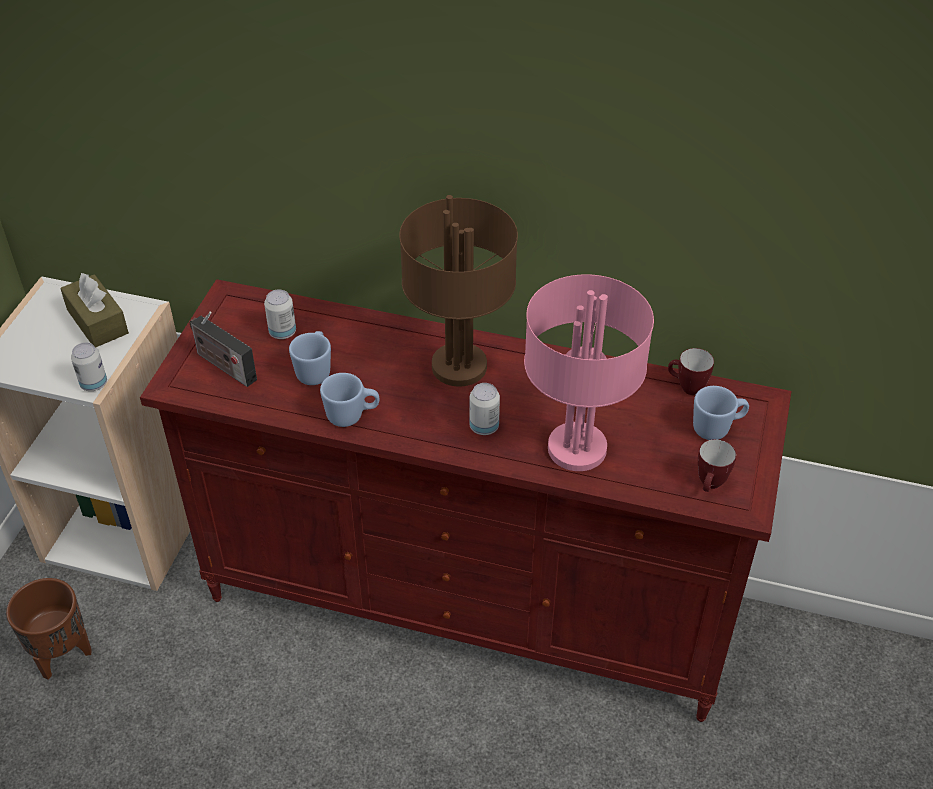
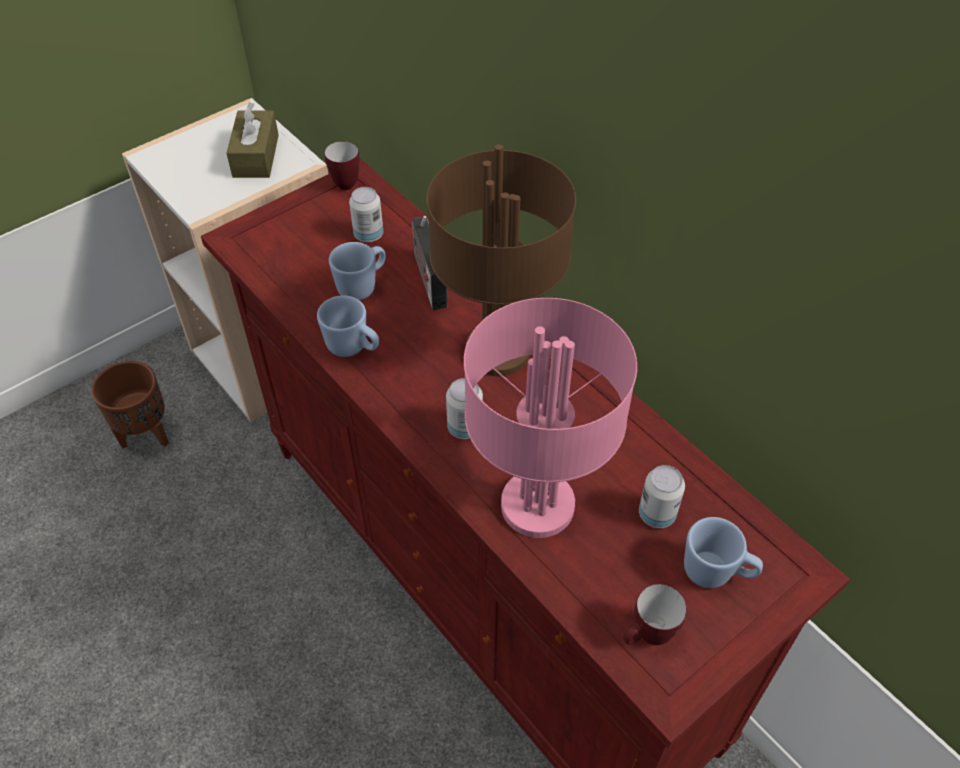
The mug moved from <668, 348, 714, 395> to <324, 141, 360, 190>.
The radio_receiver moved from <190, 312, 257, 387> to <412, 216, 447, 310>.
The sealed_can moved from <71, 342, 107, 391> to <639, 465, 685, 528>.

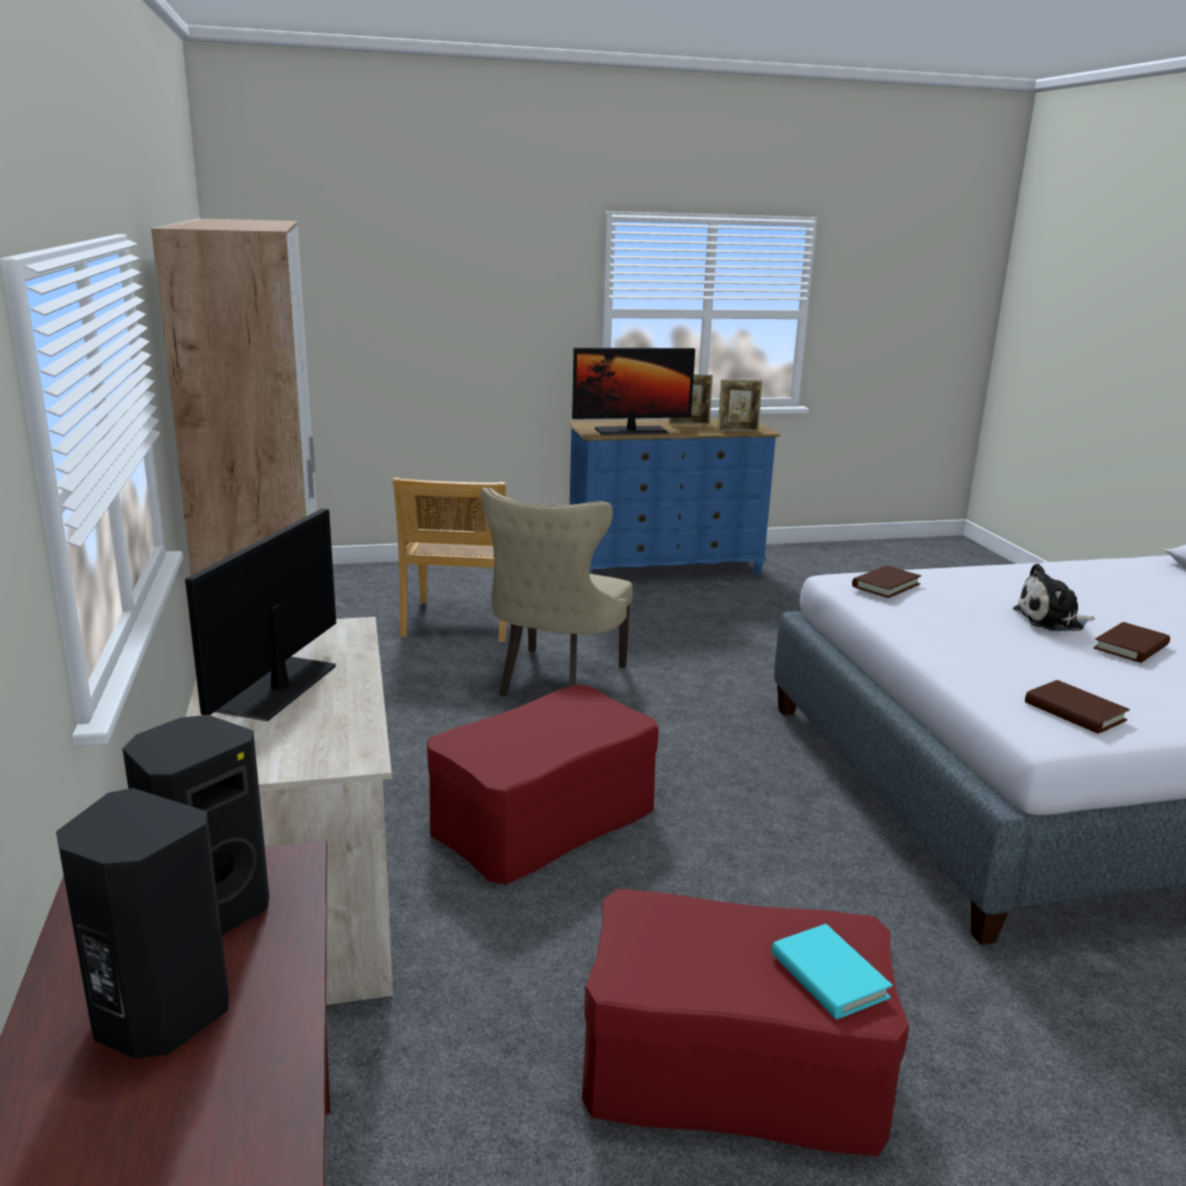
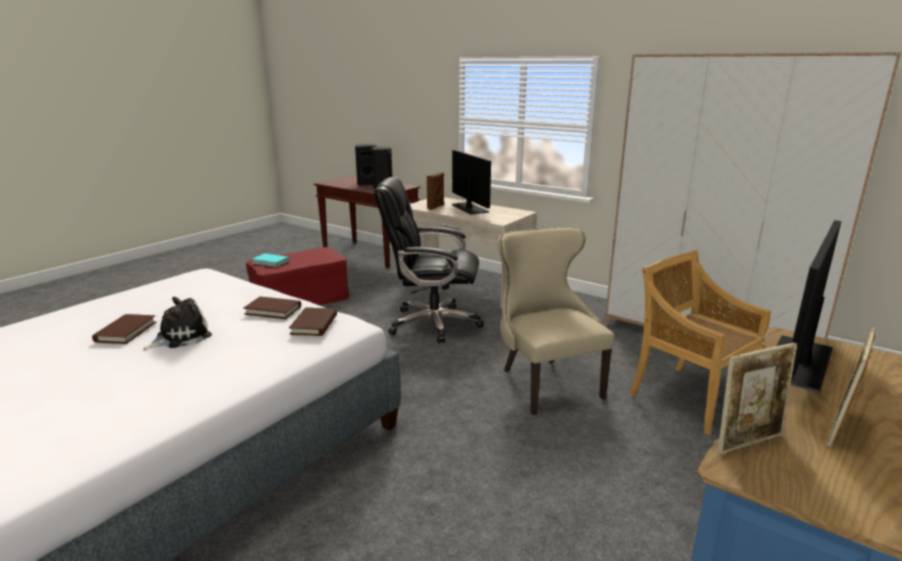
The brownish_bound_book moved from <1025, 680, 1130, 734> to <243, 297, 301, 319>.
The red_ottoman at <427, 684, 658, 885> was replaced by the blackish_computer_chair at <374, 177, 484, 343>.
The brownish_speaker at <427, 172, 444, 210> appeared.
The picture_frame at <718, 379, 763, 432> turned 150 degrees counterclockwise.

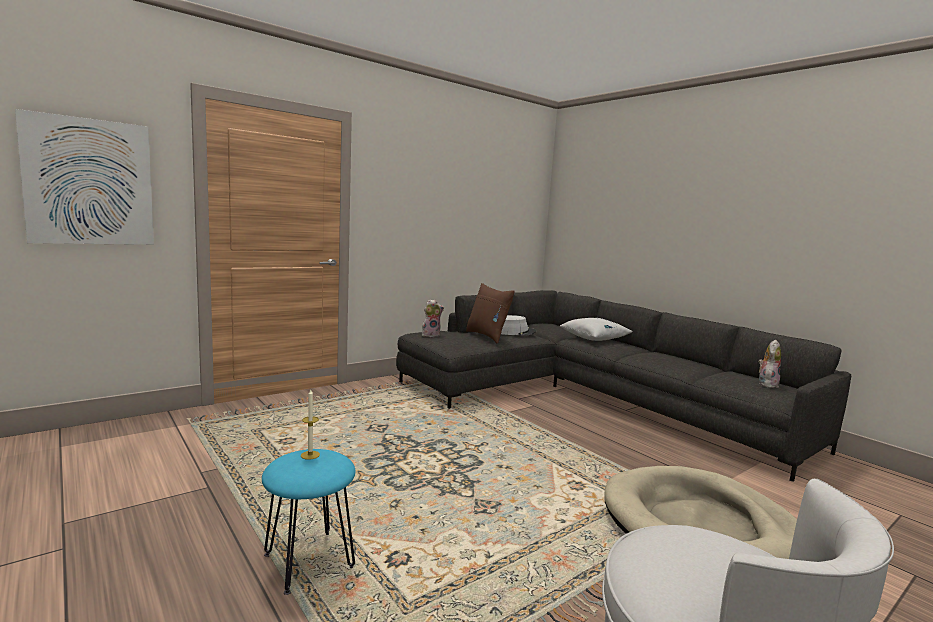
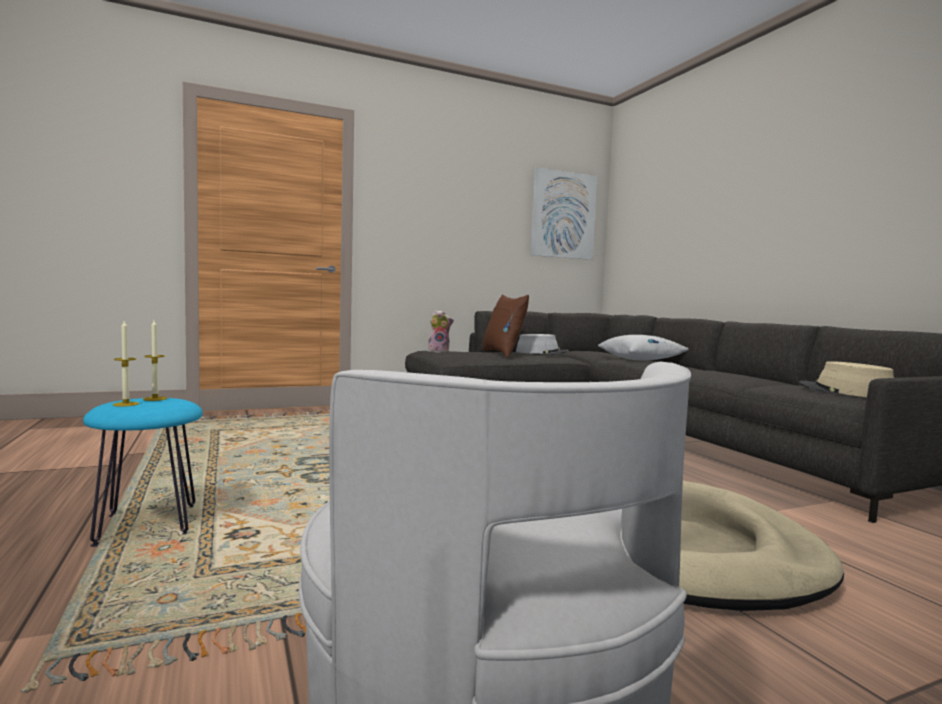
The wax_candle at <113, 321, 139, 407> appeared.
The wall_art moved from <15, 109, 154, 245> to <531, 167, 597, 260>.
The soft_toy at <758, 340, 781, 388> was replaced by the beige-coloured_clothing_hat at <799, 361, 894, 397>.

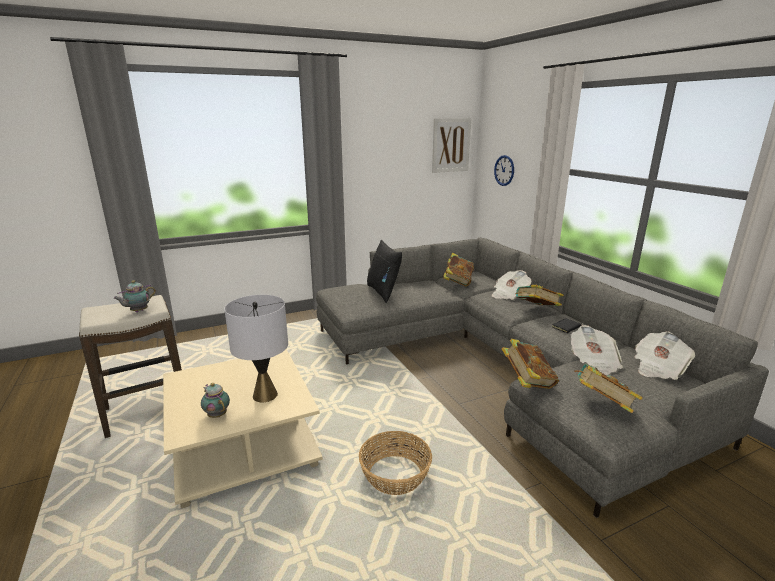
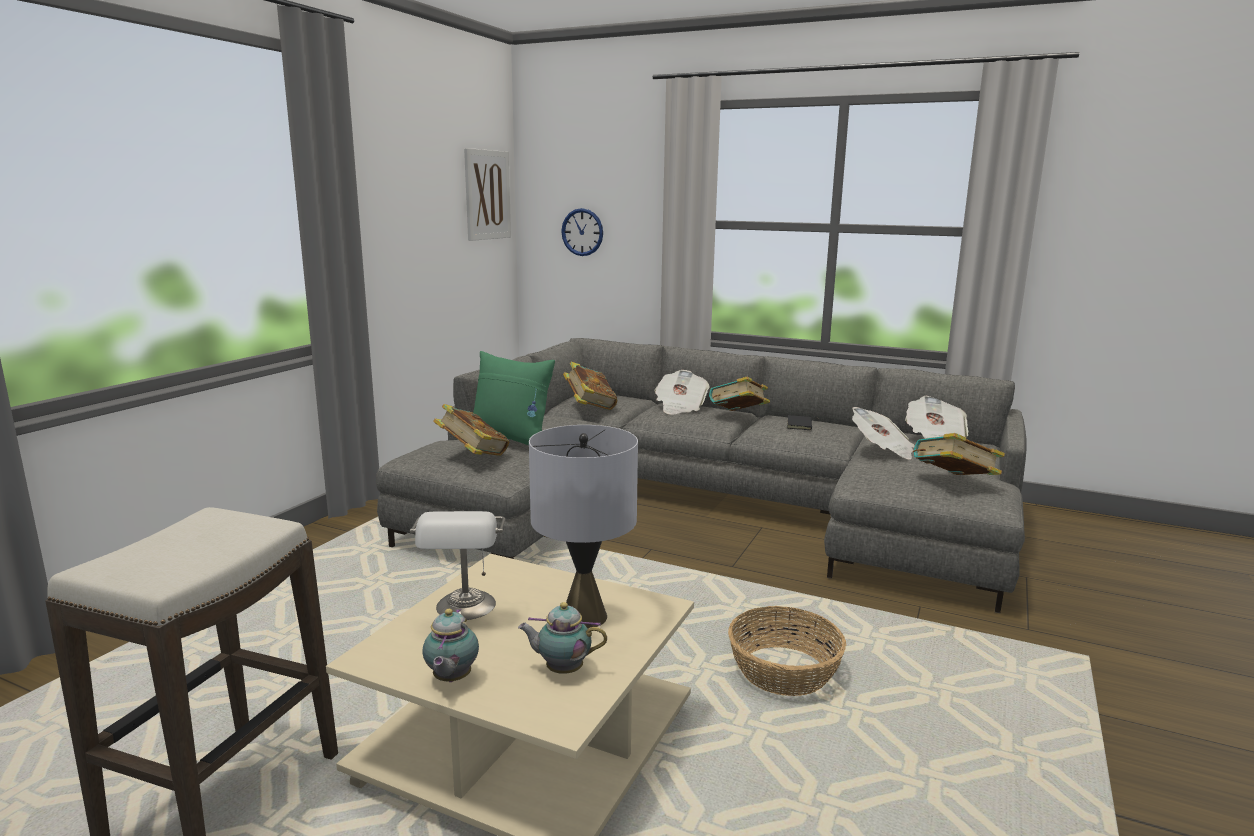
The white_table_lamp at <410, 511, 506, 620> appeared.
The teapot moved from <113, 280, 156, 312> to <423, 609, 479, 682>.
The bound_book moved from <502, 339, 559, 389> to <433, 404, 509, 456>.
The blackish_pillow at <367, 240, 402, 303> became the greenish_pillow at <473, 351, 555, 446>.

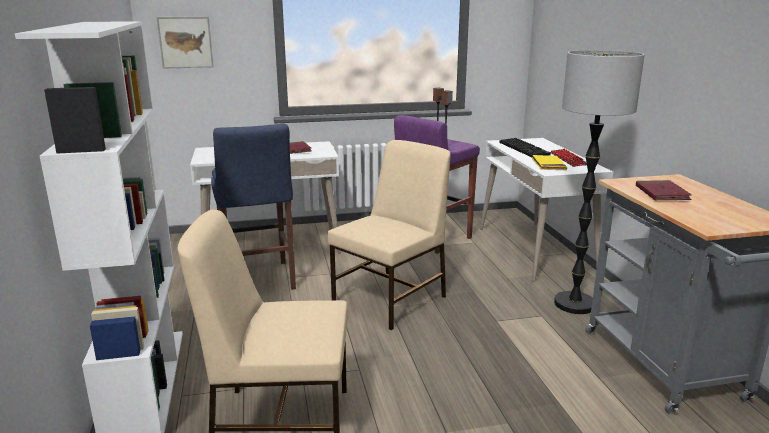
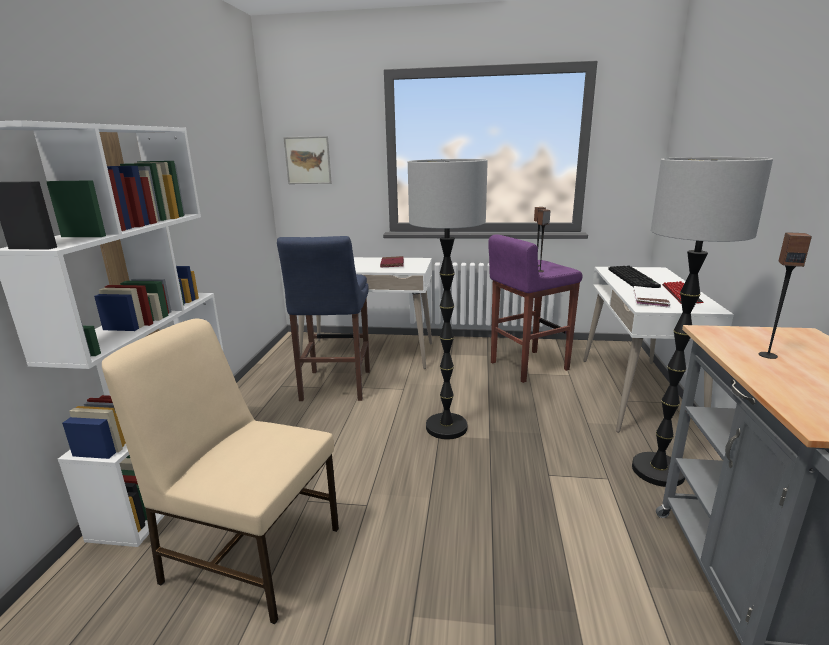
The beige-coloured_chair at <328, 140, 450, 330> was replaced by the floor_lamp at <408, 159, 488, 439>.
The yellow-coloured_bound_book at <532, 155, 567, 171> became the white_bound_book at <633, 286, 670, 308>.
The red_bound_book at <636, 180, 692, 201> was replaced by the speaker at <759, 232, 812, 359>.

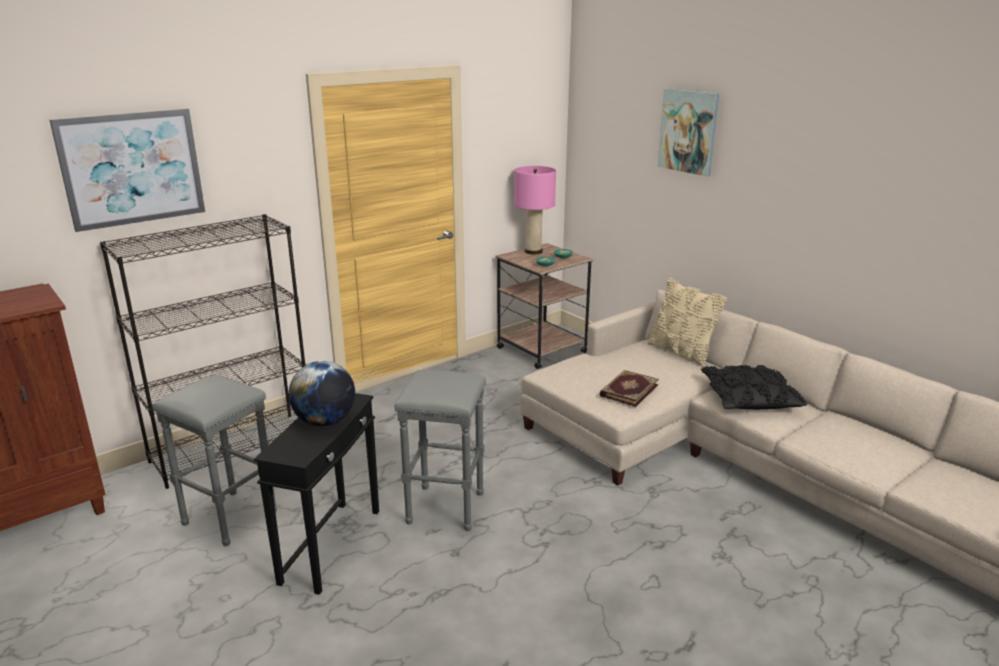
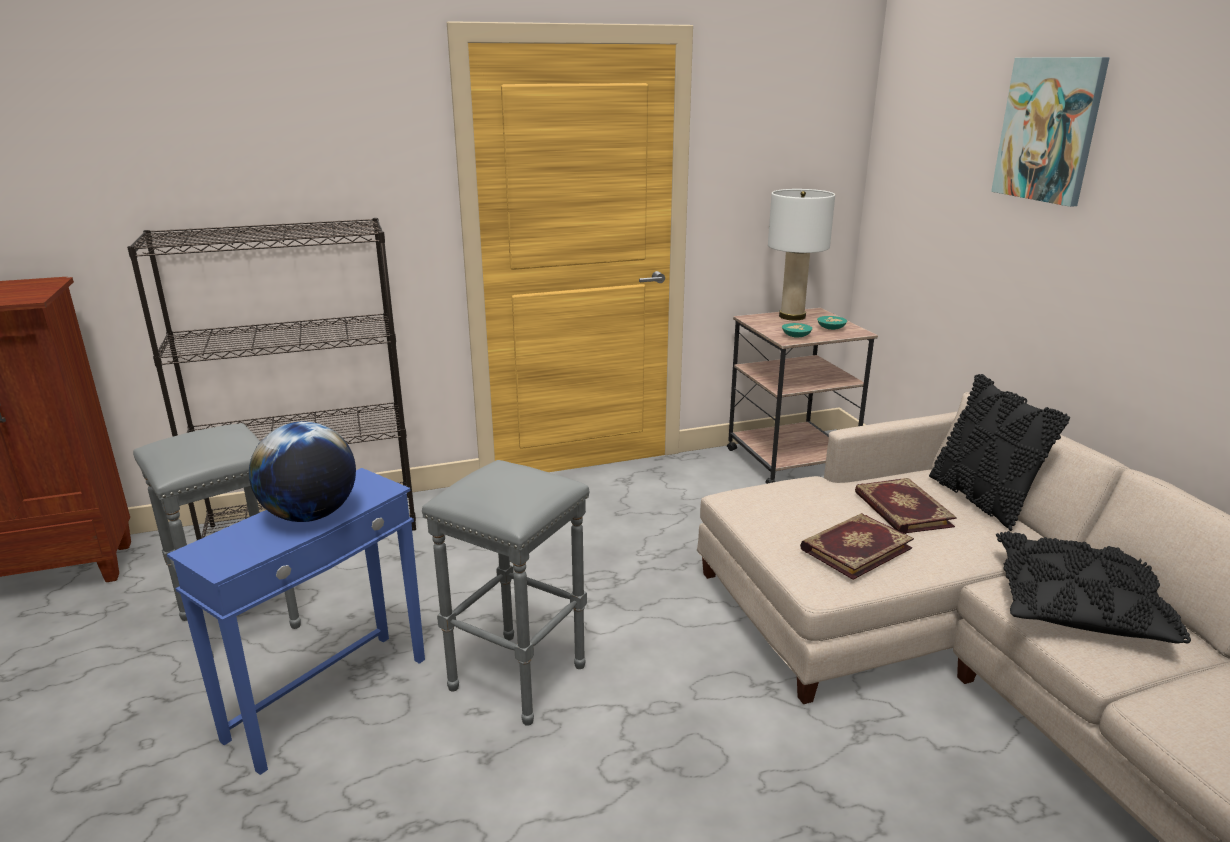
The blackish_end_table at <254, 393, 379, 595> became the blue-coloured_end_table at <167, 468, 425, 775>.
The pink-coloured_table_lamp at <514, 166, 556, 254> became the white_table_lamp at <768, 189, 835, 320>.
The bound_book at <855, 478, 957, 534> appeared.
The beige-coloured_pillow at <648, 278, 727, 367> became the blackish_pillow at <929, 374, 1070, 531>.
The wall_art at <50, 109, 205, 232> disappeared.

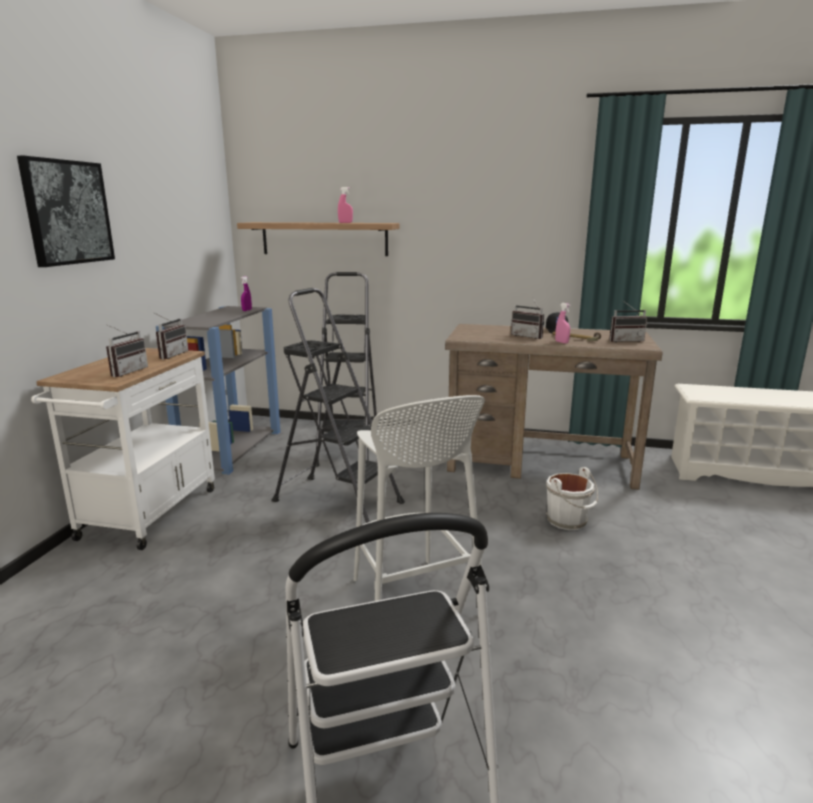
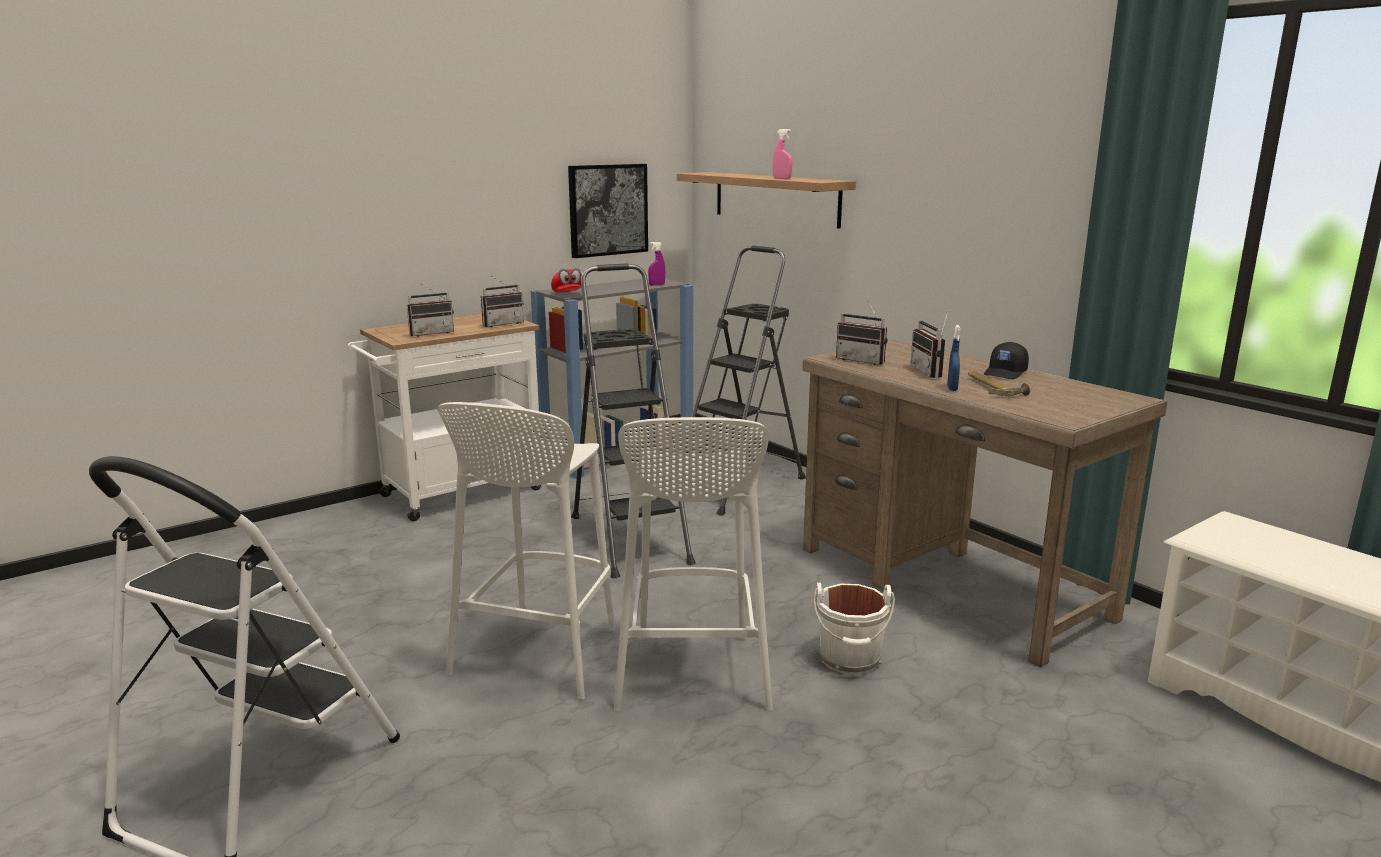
The red_cap at <551, 268, 582, 292> appeared.
The wall_art moved from <17, 156, 115, 267> to <568, 164, 648, 258>.
The white_stool_seat at <614, 417, 773, 711> appeared.
The radio_receiver moved from <609, 300, 647, 343> to <836, 300, 888, 365>.
The pink-coloured_sprayer at <555, 303, 571, 343> became the blue-coloured_sprayer at <947, 325, 961, 391>.

